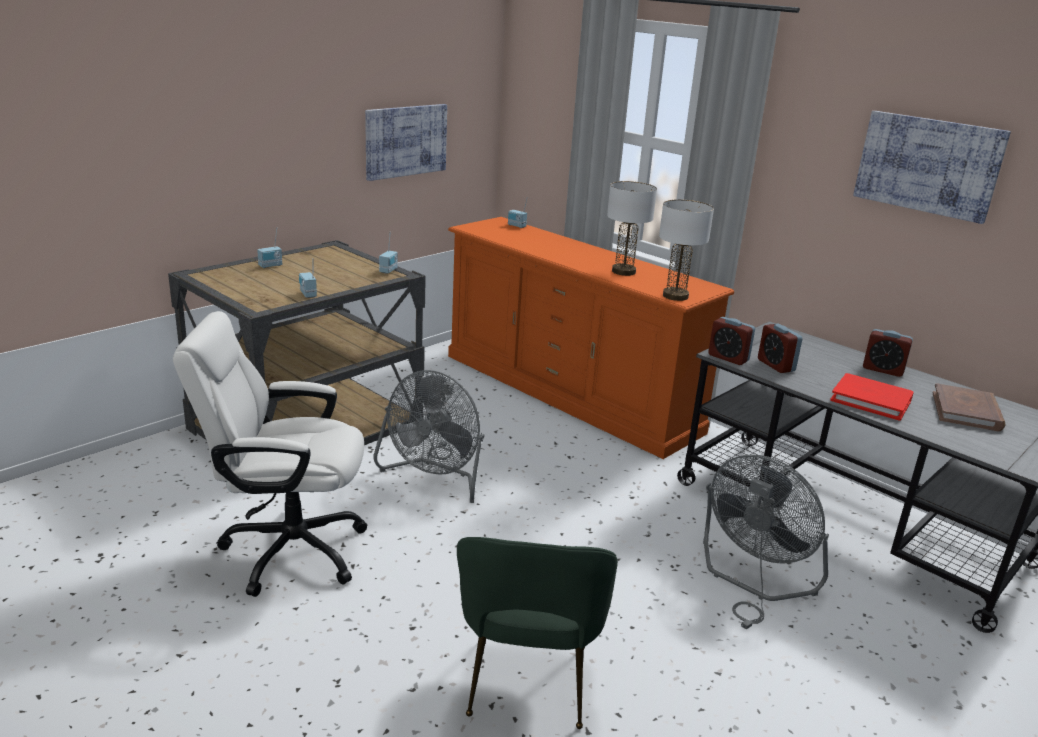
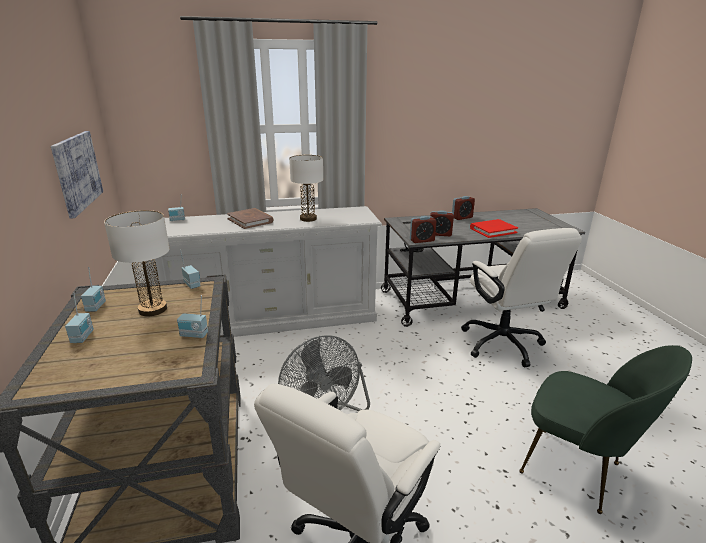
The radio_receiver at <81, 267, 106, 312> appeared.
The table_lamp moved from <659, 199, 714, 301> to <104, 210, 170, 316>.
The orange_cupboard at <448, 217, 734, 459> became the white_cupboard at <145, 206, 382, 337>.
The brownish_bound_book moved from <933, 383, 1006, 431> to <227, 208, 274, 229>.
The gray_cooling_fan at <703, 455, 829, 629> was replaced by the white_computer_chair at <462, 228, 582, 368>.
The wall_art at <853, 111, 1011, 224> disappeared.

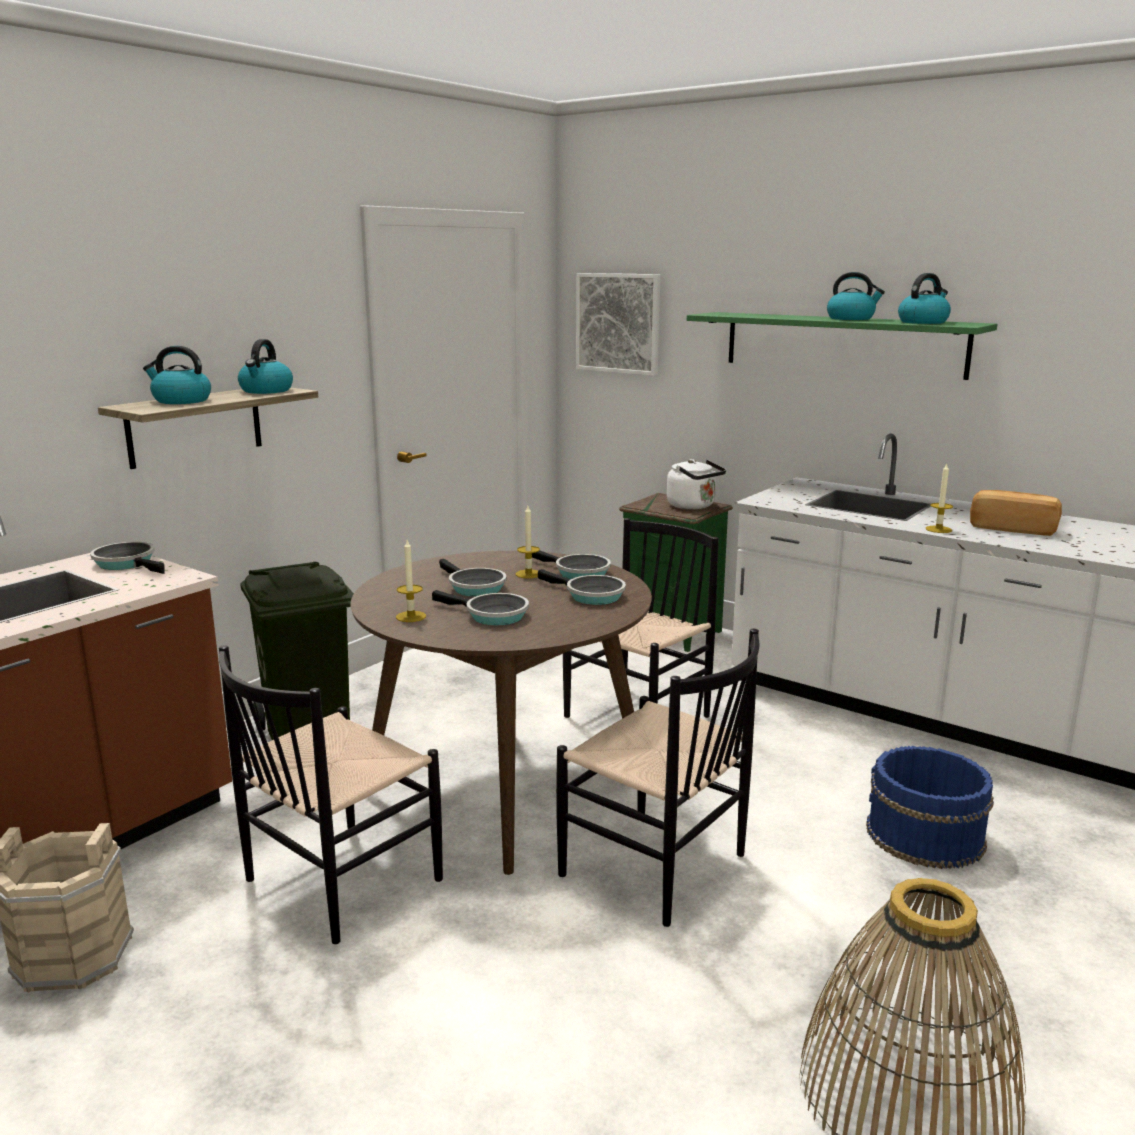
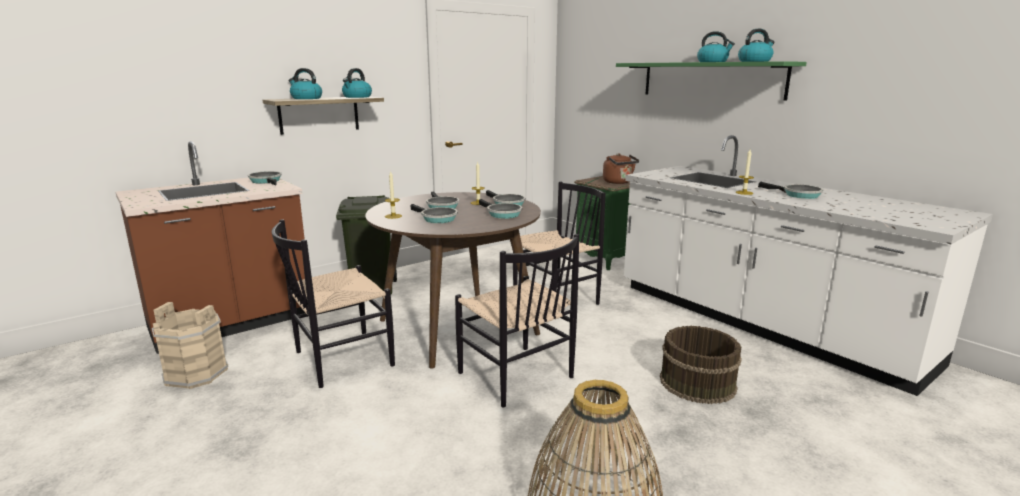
The white_tea_kettle at <667, 459, 726, 509> became the brownish_tea_kettle at <603, 153, 639, 184>.
The blue-coloured_pail at <866, 746, 994, 869> became the brownish_pail at <660, 326, 742, 404>.
The bread at <970, 490, 1062, 536> was replaced by the pan at <758, 182, 823, 199>.
The wall_art at <576, 273, 660, 376> disappeared.

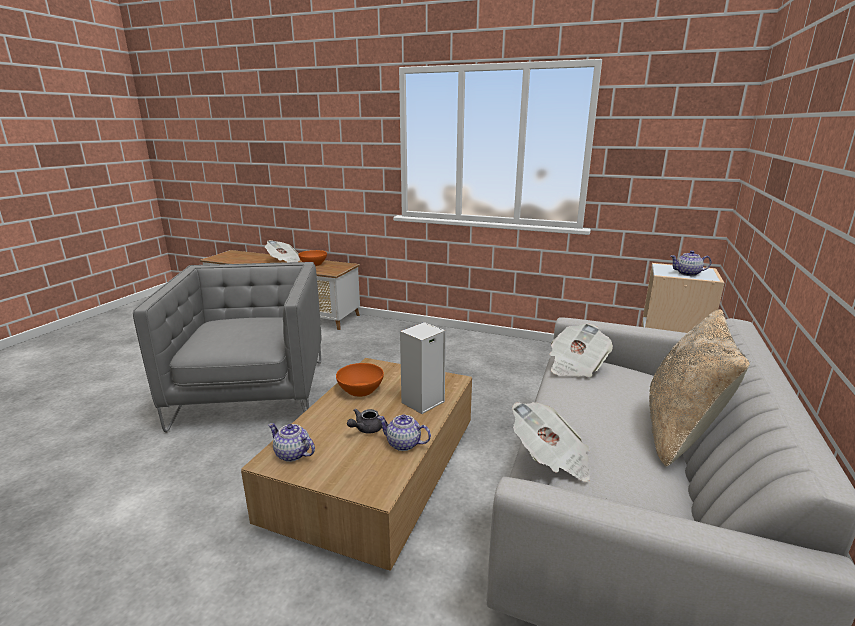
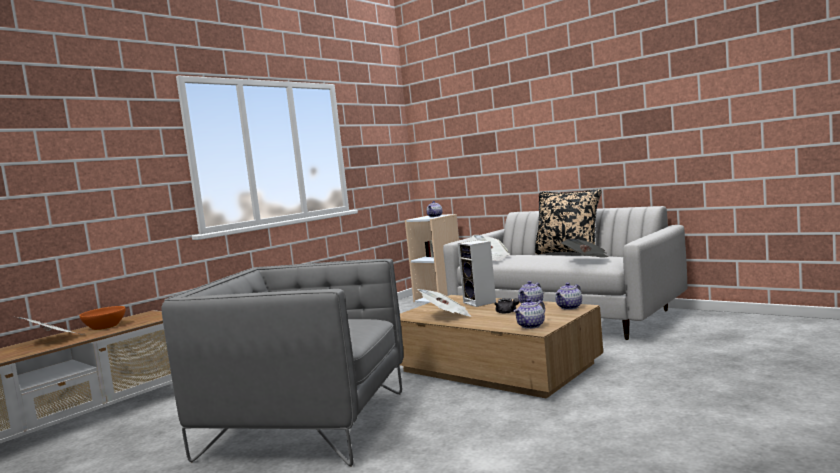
The orange_serving_bowl at <336, 363, 384, 397> was replaced by the daily_paper at <417, 289, 472, 317>.
The beige-coloured_pillow at <649, 309, 750, 466> became the blackish_pillow at <535, 189, 602, 255>.
The teapot at <555, 283, 582, 310> appeared.

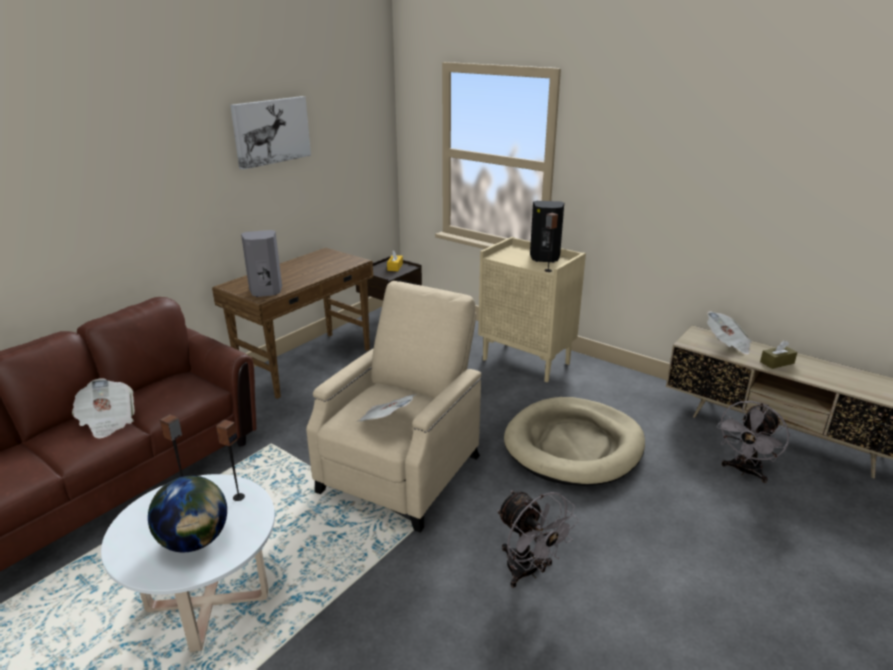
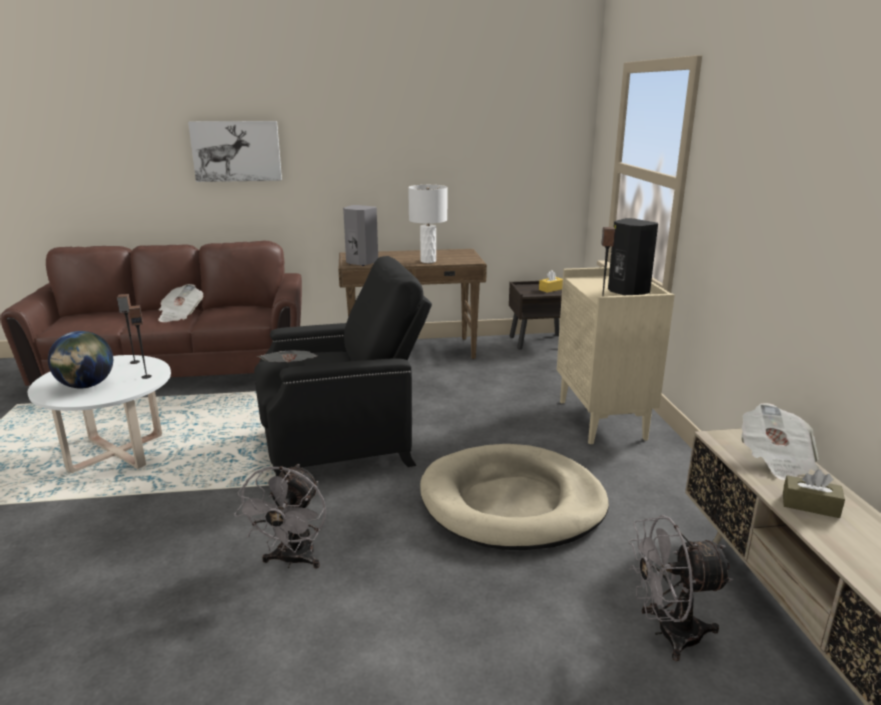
The wall_art moved from <230, 96, 311, 170> to <188, 121, 282, 182>.
The beige-coloured_easy_chair at <306, 281, 481, 533> became the blackish_easy_chair at <254, 256, 432, 476>.
The white_table_lamp at <408, 185, 448, 263> appeared.

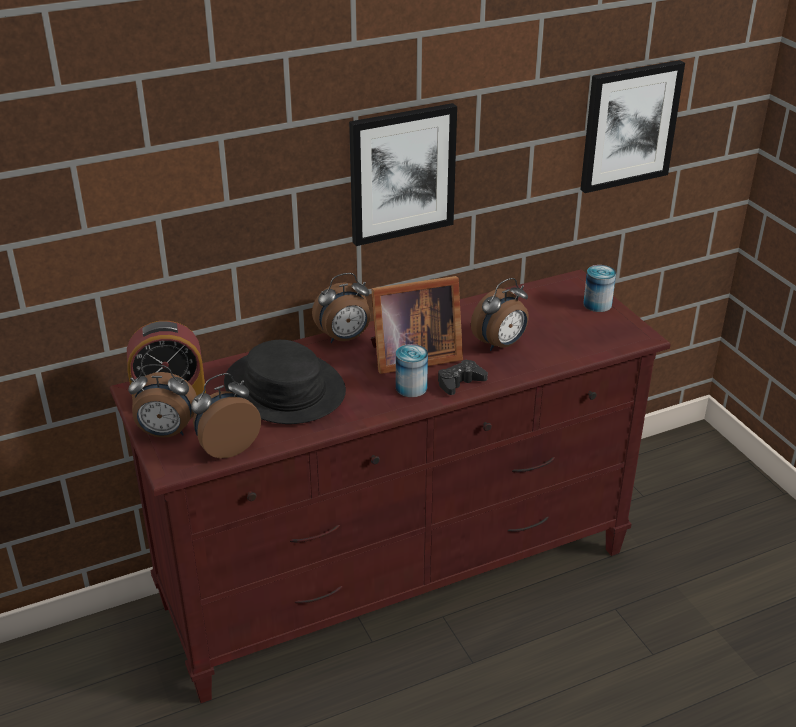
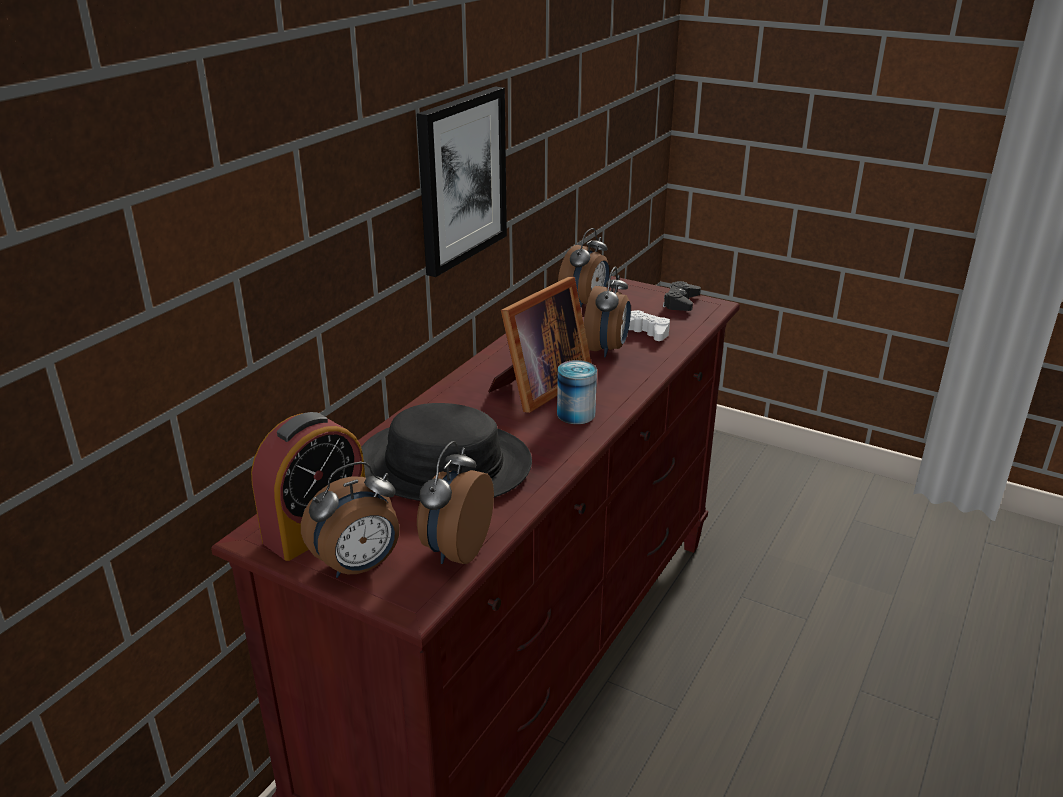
The alarm_clock moved from <312, 273, 370, 343> to <558, 228, 609, 307>.
The white_joypad at <629, 310, 670, 341> appeared.
The blackish_joypad moved from <438, 360, 488, 395> to <663, 281, 701, 311>.
The wall_art at <580, 60, 685, 193> disappeared.
The sealed_can at <583, 265, 616, 312> disappeared.

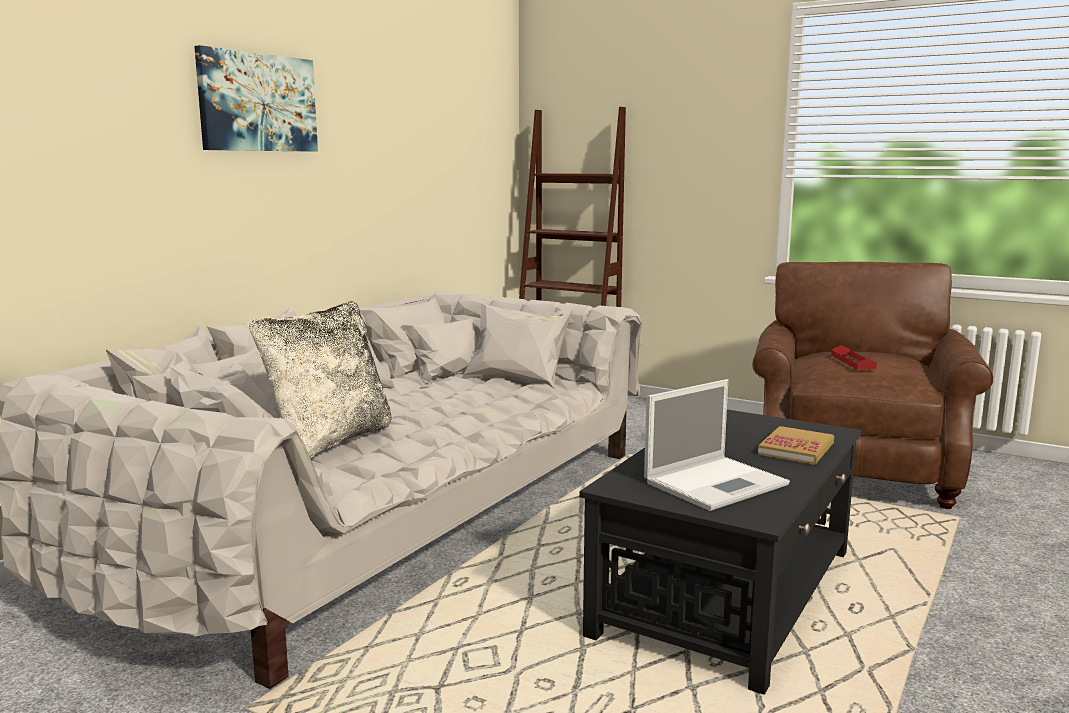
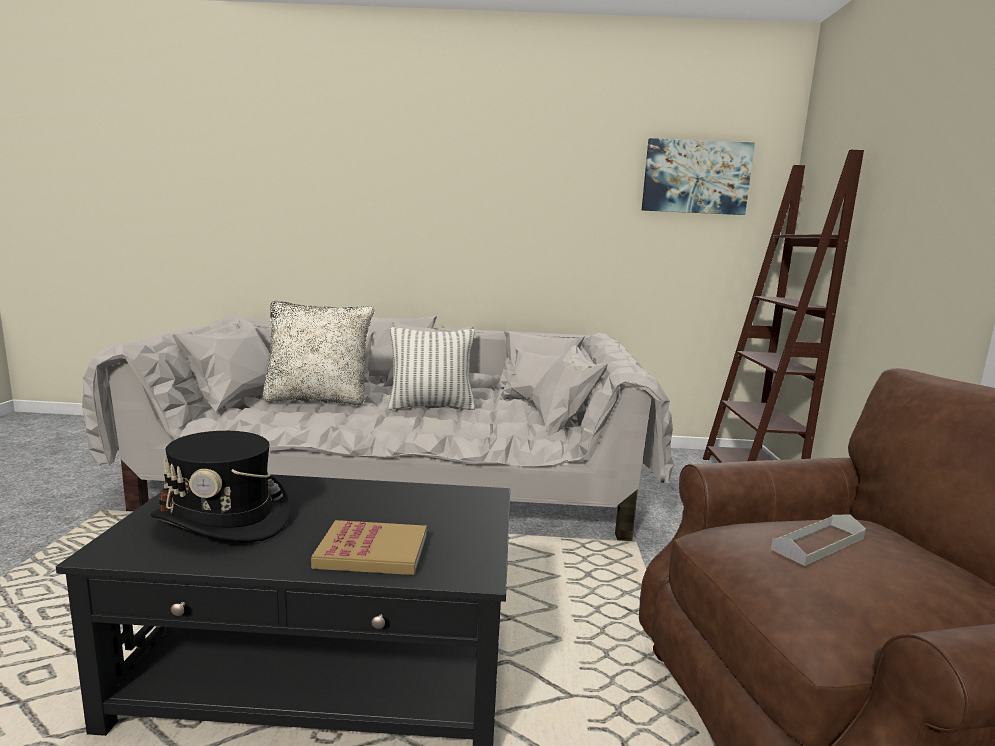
The notebook_computer at <644, 379, 790, 511> was replaced by the blackish_clothing_hat at <150, 431, 290, 542>.
The pillow at <388, 327, 475, 410> appeared.
The wall_art moved from <194, 45, 318, 152> to <642, 138, 755, 215>.
The red_serving_tray at <831, 345, 877, 370> became the gray_serving_tray at <771, 514, 866, 566>.

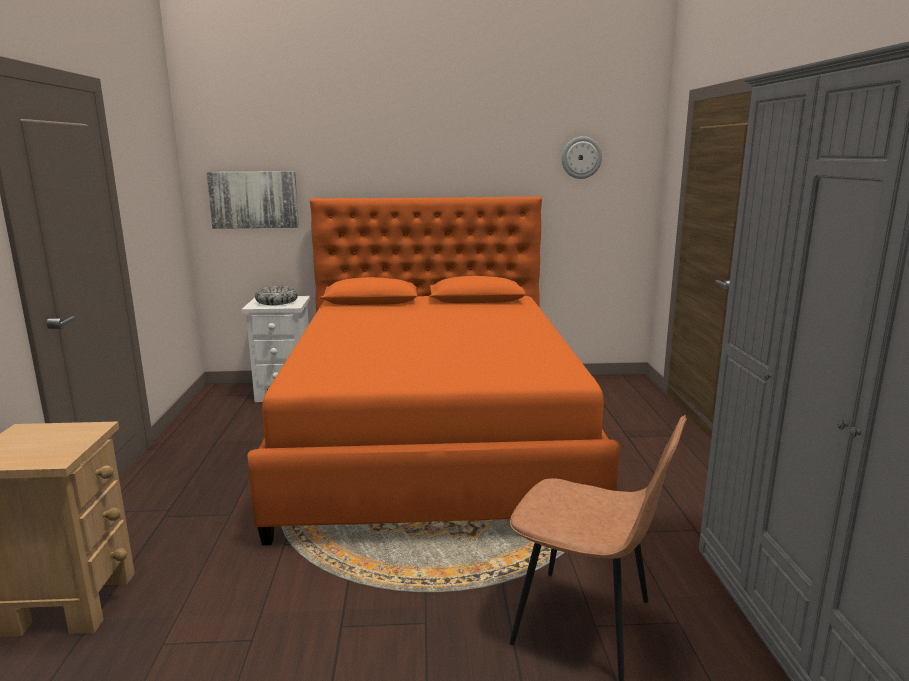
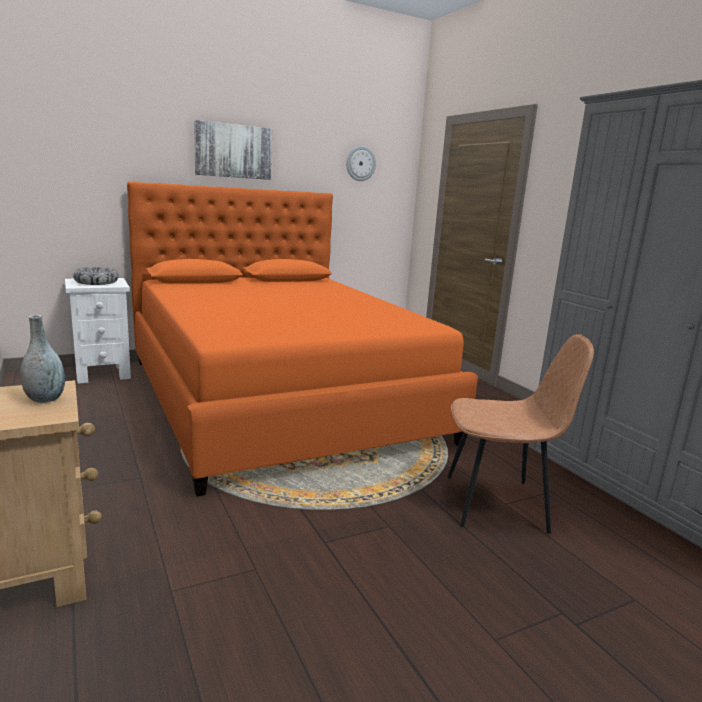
The gray_vase at <20, 315, 65, 403> appeared.
The wall_art moved from <206, 171, 299, 229> to <194, 120, 272, 180>.

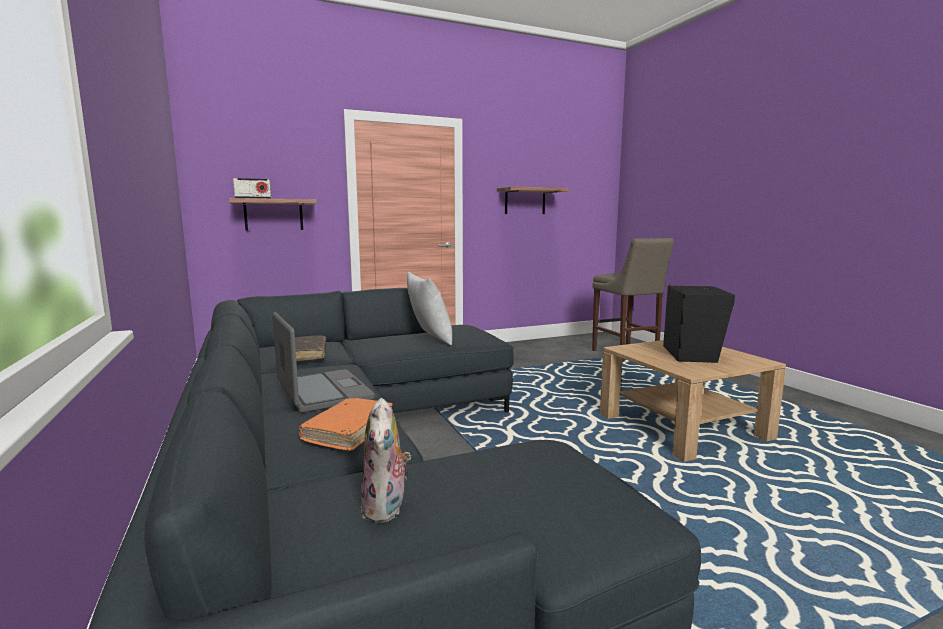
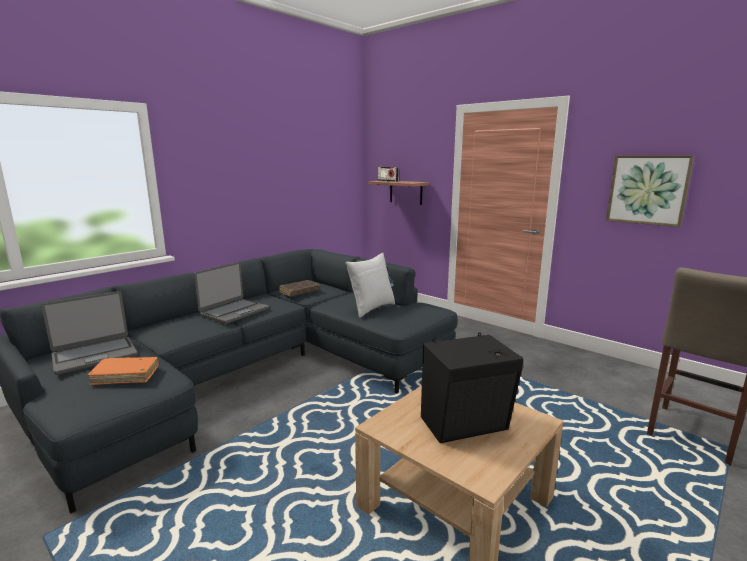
The soft_toy at <361, 398, 411, 523> was replaced by the notebook_computer at <41, 291, 137, 375>.
The orange_bound_book moved from <299, 398, 393, 451> to <88, 357, 159, 385>.
The shelf at <497, 186, 569, 214> was replaced by the wall_art at <606, 155, 694, 227>.

